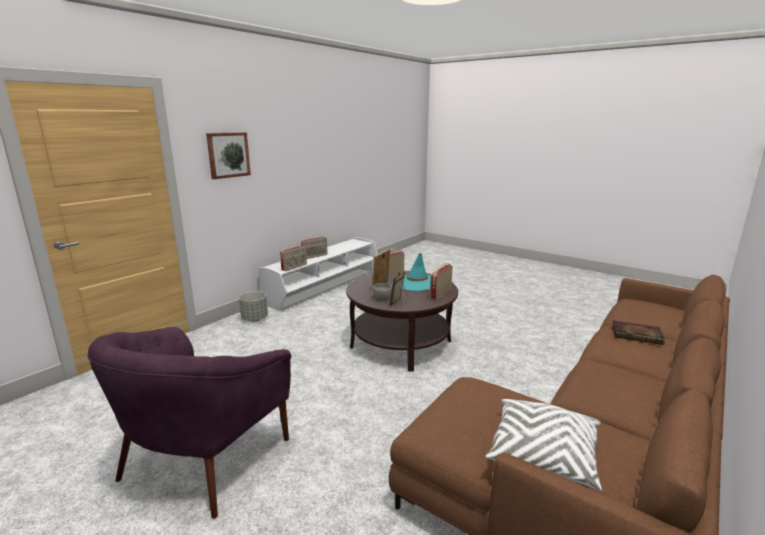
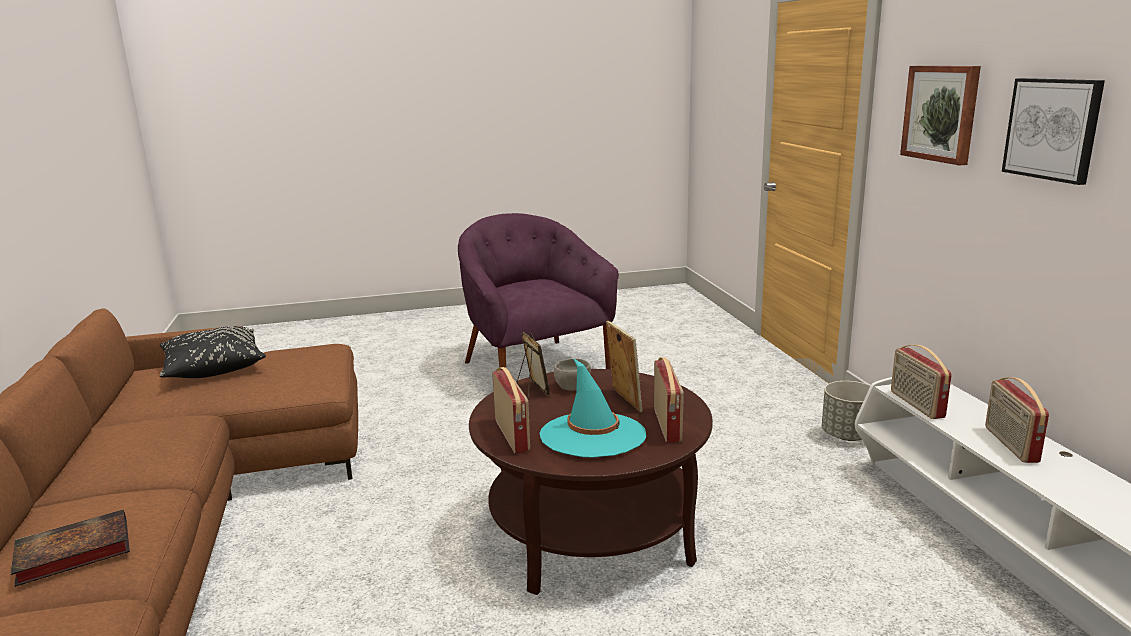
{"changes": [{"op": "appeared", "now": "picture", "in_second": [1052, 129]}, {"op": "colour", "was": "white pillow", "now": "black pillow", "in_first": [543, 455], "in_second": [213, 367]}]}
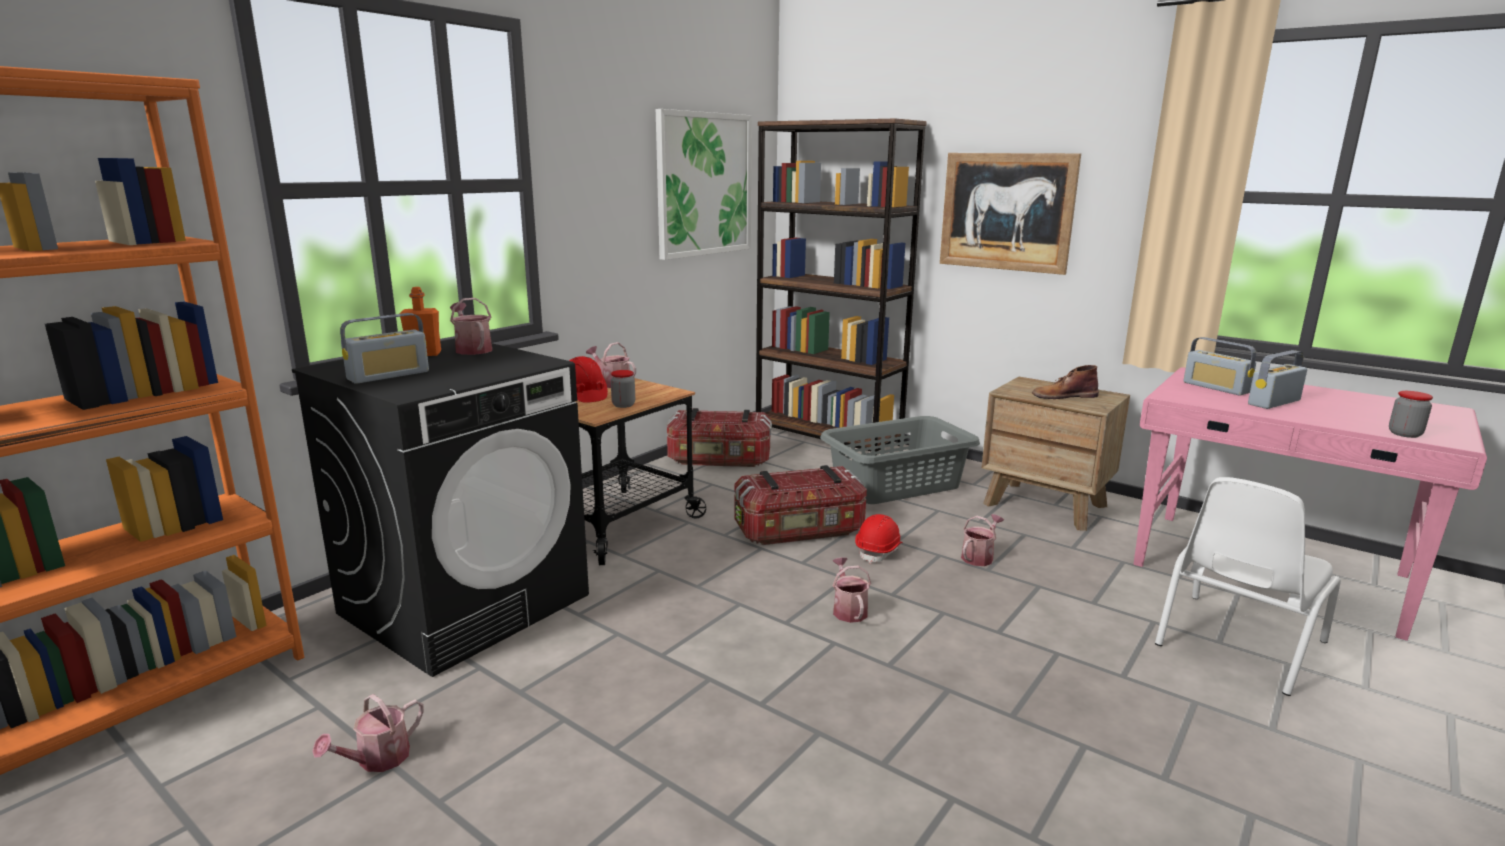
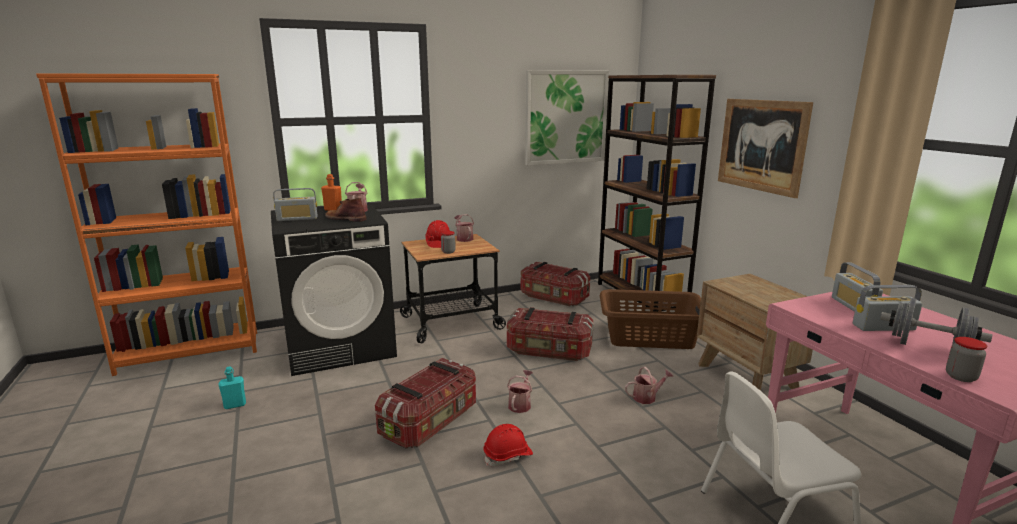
{"changes": [{"op": "appeared", "now": "storage box", "in_second": [431, 422]}, {"op": "appeared", "now": "grey dumbbell", "in_second": [928, 348]}, {"op": "relocated", "was": "red hard hat", "in_first": [879, 551], "in_second": [508, 456]}, {"op": "relocated", "was": "brown boot", "in_first": [1063, 396], "in_second": [346, 218]}, {"op": "exchanged", "was": "watering can", "now": "turquoise bottle", "in_first": [377, 760], "in_second": [235, 405]}, {"op": "colour", "was": "grey laundry basket", "now": "brown laundry basket", "in_first": [895, 484], "in_second": [649, 336]}]}
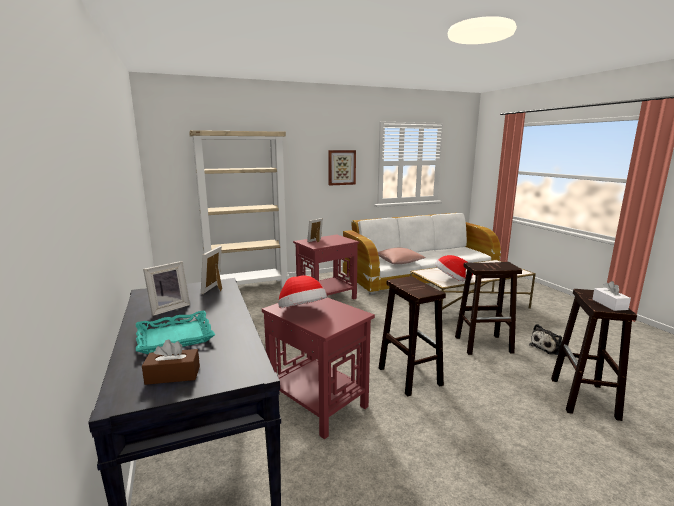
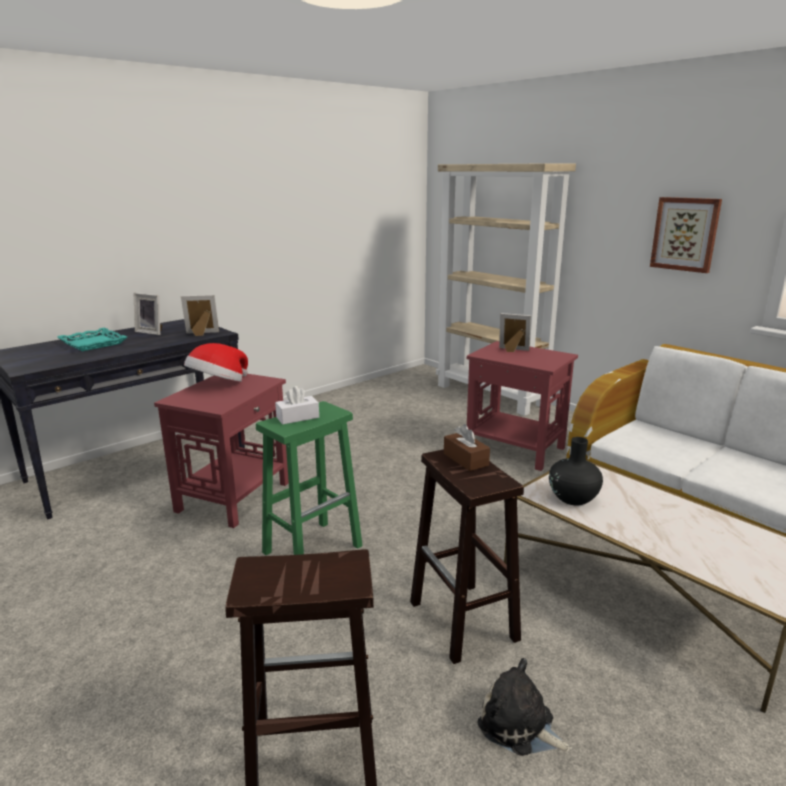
{"changes": [{"op": "missing", "was": "pink pillow", "in_first": [398, 262]}, {"op": "relocated", "was": "brown tissue box", "in_first": [173, 375], "in_second": [465, 459]}, {"op": "relocated", "was": "white tissue box", "in_first": [609, 304], "in_second": [297, 417]}, {"op": "exchanged", "was": "hat", "now": "black vase", "in_first": [451, 279], "in_second": [573, 498]}, {"op": "colour", "was": "brown stool", "now": "green stool", "in_first": [408, 376], "in_second": [313, 548]}]}
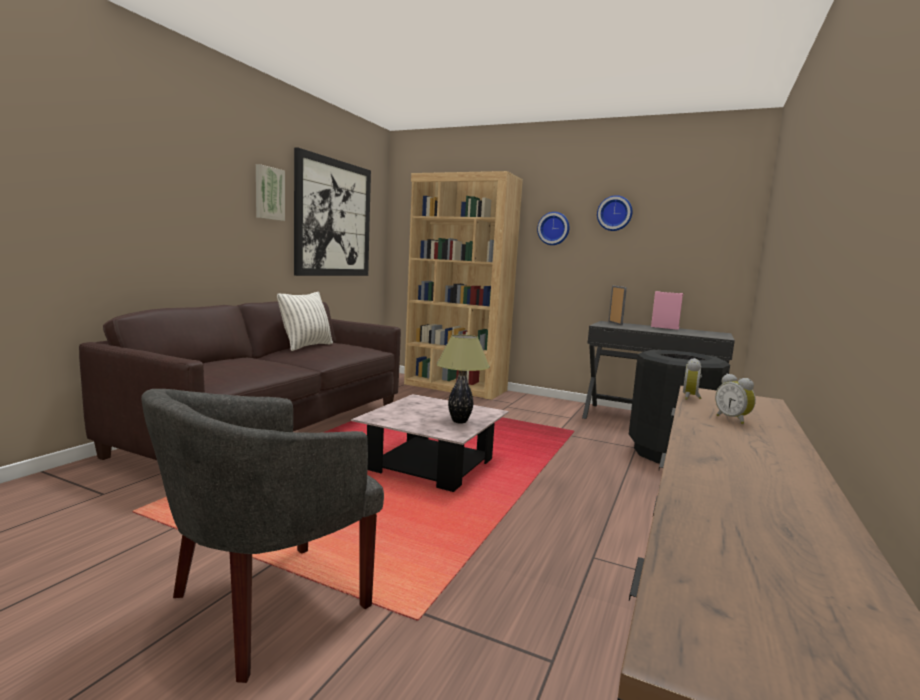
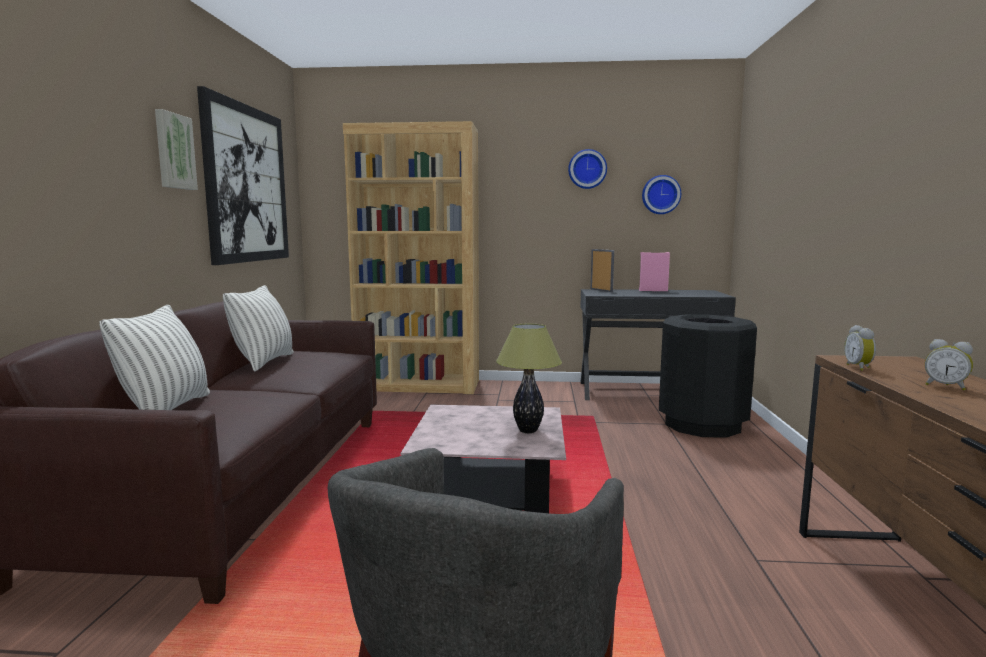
{"changes": [{"op": "appeared", "now": "pillow", "in_second": [166, 409]}, {"op": "relocated", "was": "wall clock", "in_first": [554, 228], "in_second": [660, 194]}]}
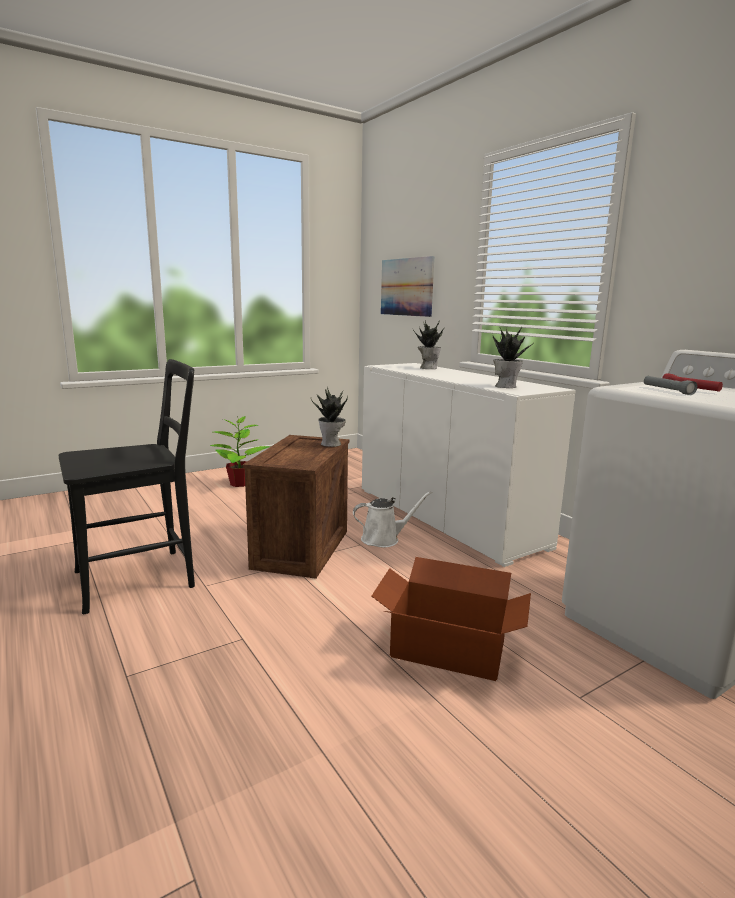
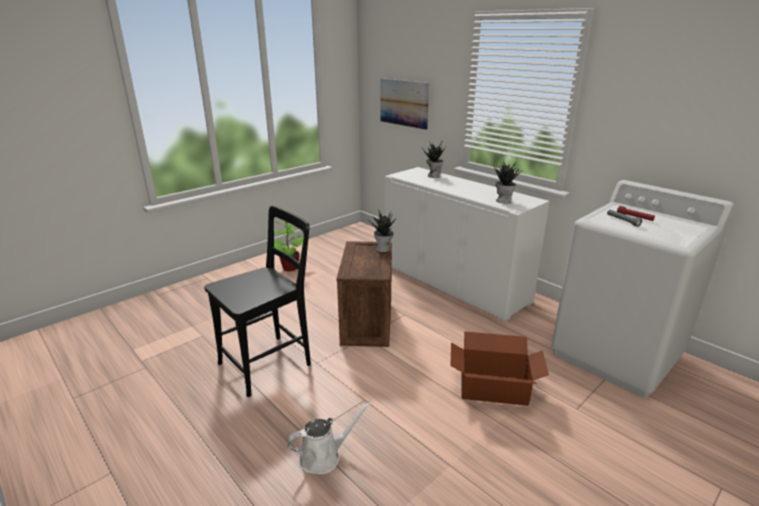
{"changes": [{"op": "relocated", "was": "white watering can", "in_first": [384, 539], "in_second": [324, 456]}]}
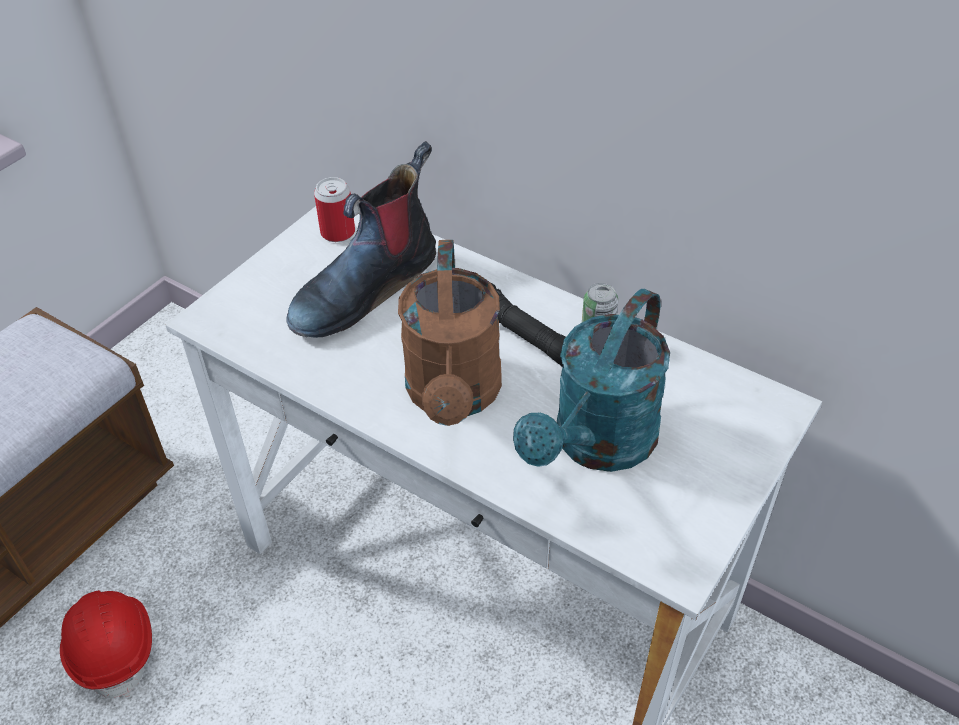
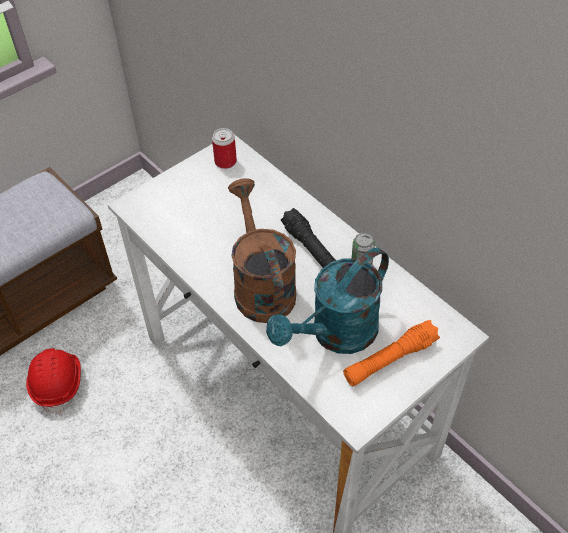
{"changes": [{"op": "missing", "was": "boot", "in_first": [365, 287]}, {"op": "appeared", "now": "orange flashlight", "in_second": [390, 360]}, {"op": "spun", "was": "brown watering can", "in_first": [454, 396], "in_second": [261, 285], "clockwise": 150}]}
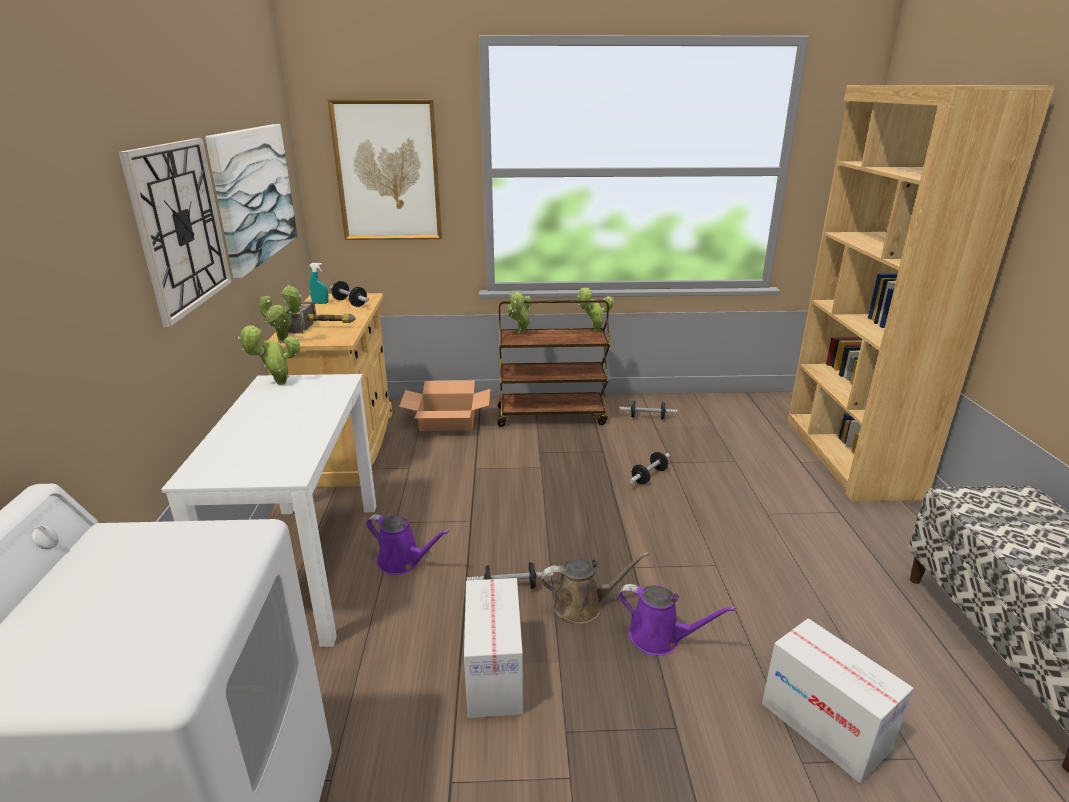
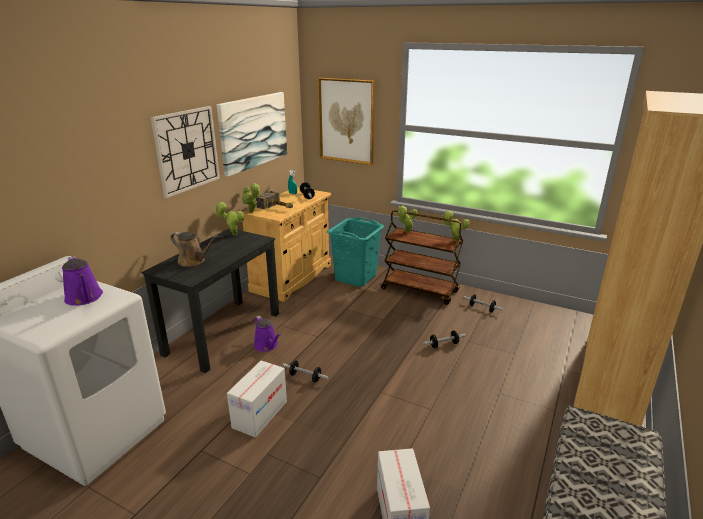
{"changes": [{"op": "relocated", "was": "brown watering can", "in_first": [582, 606], "in_second": [193, 261]}, {"op": "relocated", "was": "purple watering can", "in_first": [660, 637], "in_second": [84, 298]}, {"op": "exchanged", "was": "cardboard box", "now": "turquoise laundry basket", "in_first": [447, 421], "in_second": [356, 277]}, {"op": "colour", "was": "white desk", "now": "black desk", "in_first": [305, 567], "in_second": [224, 333]}]}
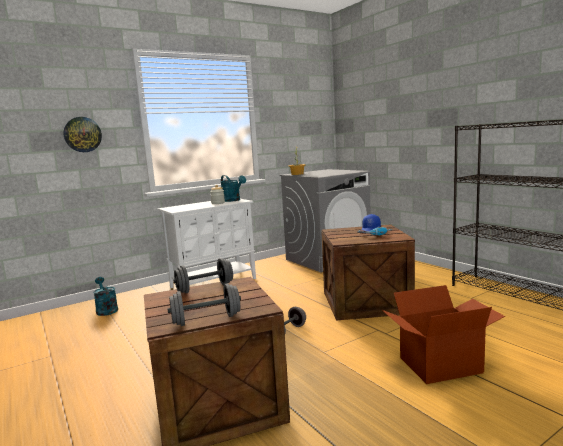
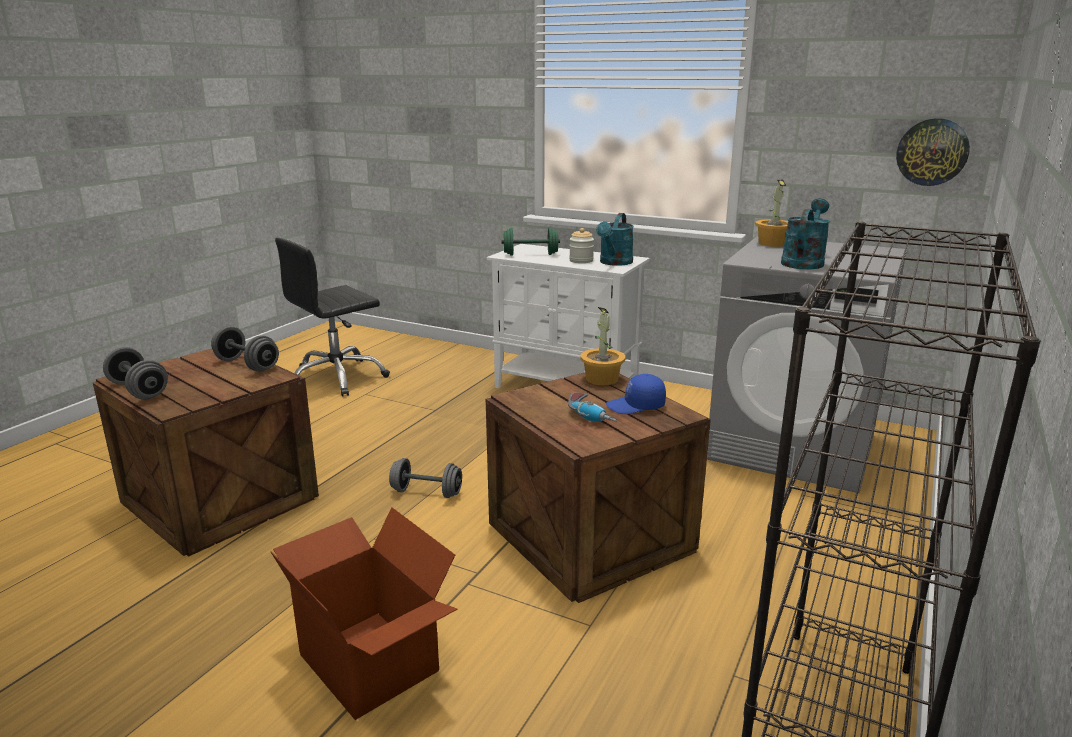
{"changes": [{"op": "appeared", "now": "black office chair", "in_second": [337, 378]}, {"op": "appeared", "now": "green dumbbell", "in_second": [530, 254]}, {"op": "appeared", "now": "potted plant", "in_second": [601, 379]}, {"op": "relocated", "was": "wall clock", "in_first": [82, 134], "in_second": [932, 152]}, {"op": "relocated", "was": "turquoise watering can", "in_first": [106, 310], "in_second": [803, 262]}]}
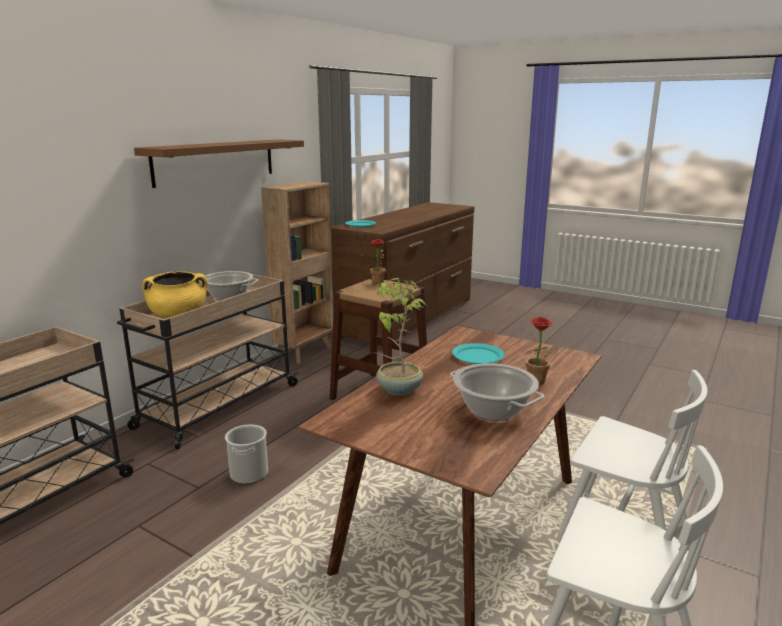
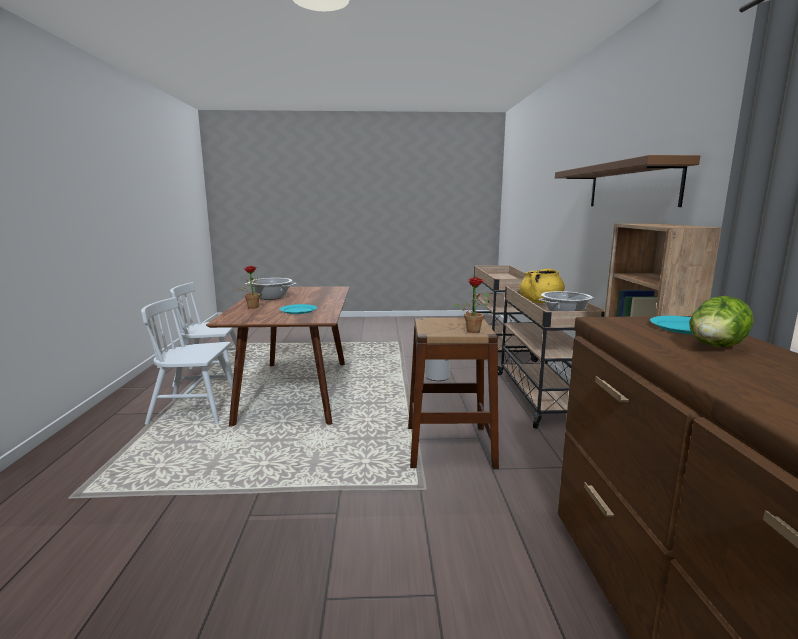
{"changes": [{"op": "missing", "was": "potted plant", "in_first": [398, 389]}, {"op": "appeared", "now": "lettuce", "in_second": [715, 348]}]}
